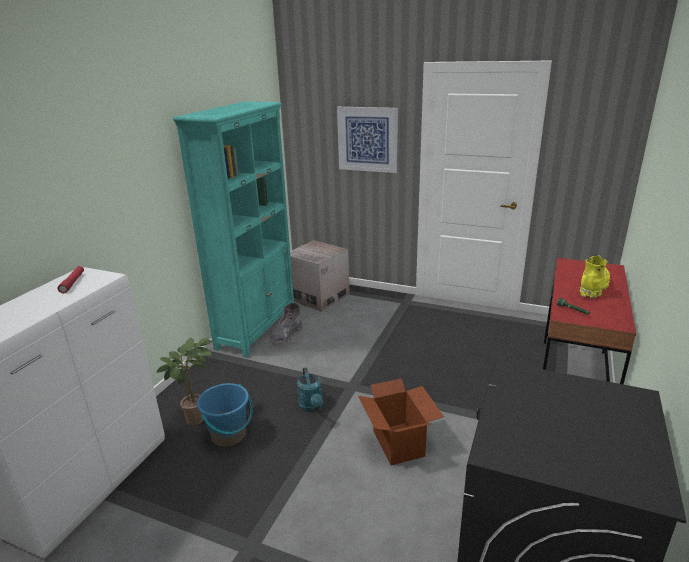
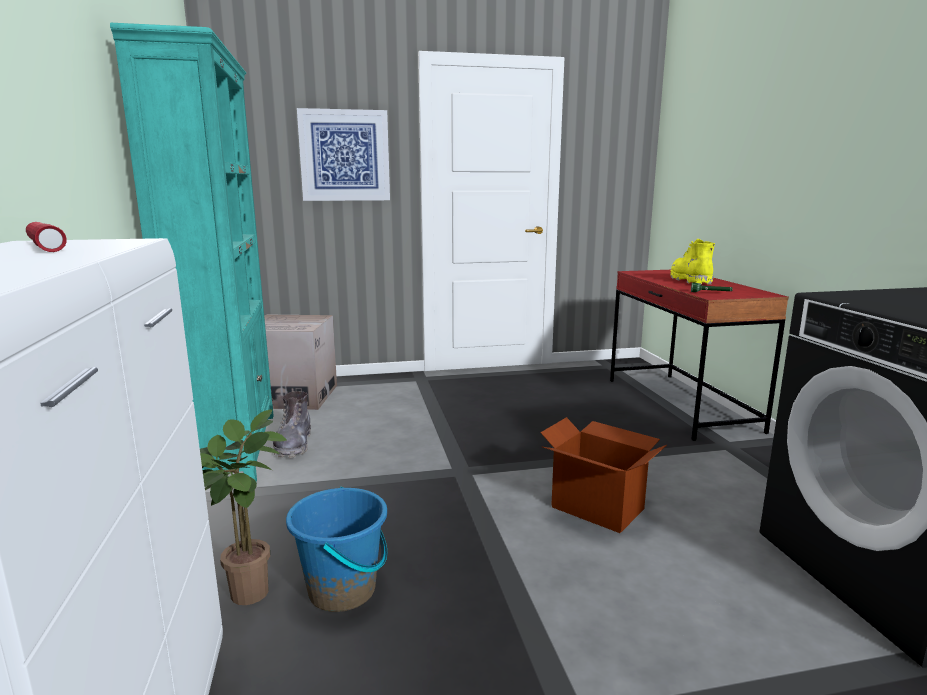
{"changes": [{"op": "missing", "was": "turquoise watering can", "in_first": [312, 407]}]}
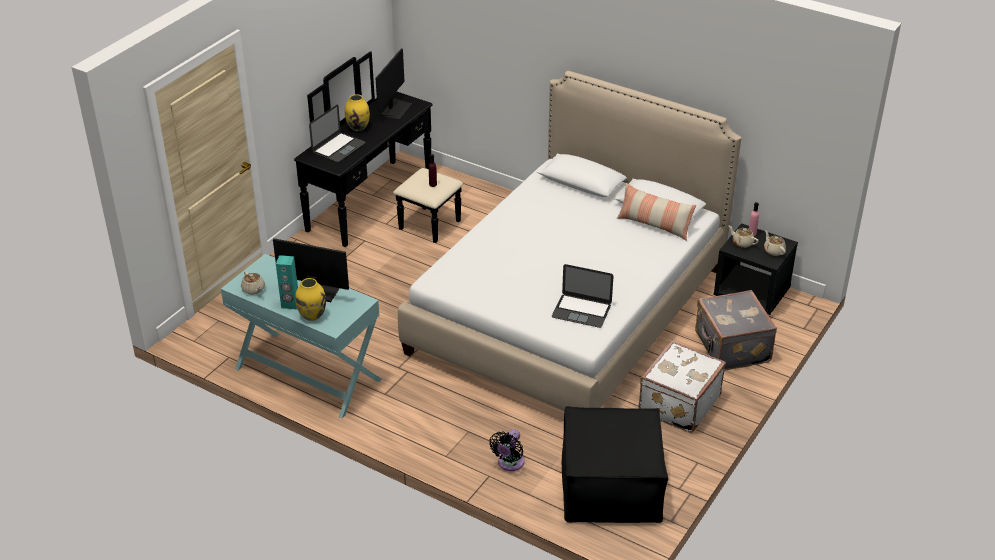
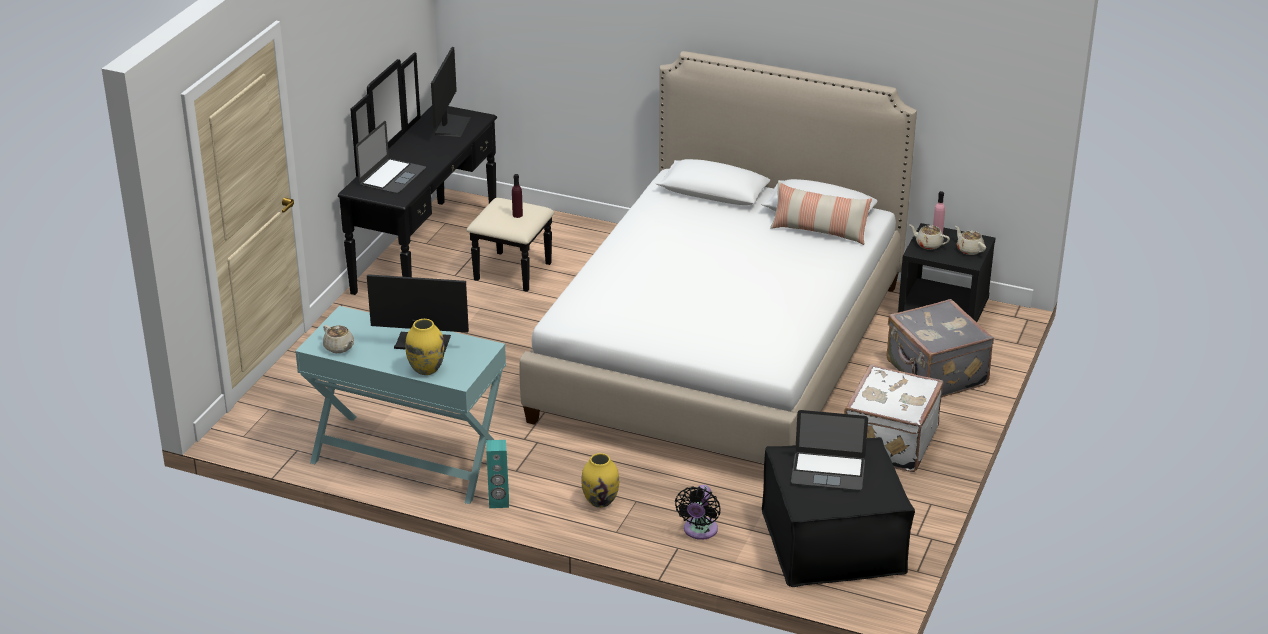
{"changes": [{"op": "relocated", "was": "turquoise speaker", "in_first": [290, 304], "in_second": [499, 502]}, {"op": "relocated", "was": "yellow vase", "in_first": [358, 127], "in_second": [600, 501]}, {"op": "relocated", "was": "laptop", "in_first": [581, 311], "in_second": [828, 471]}]}
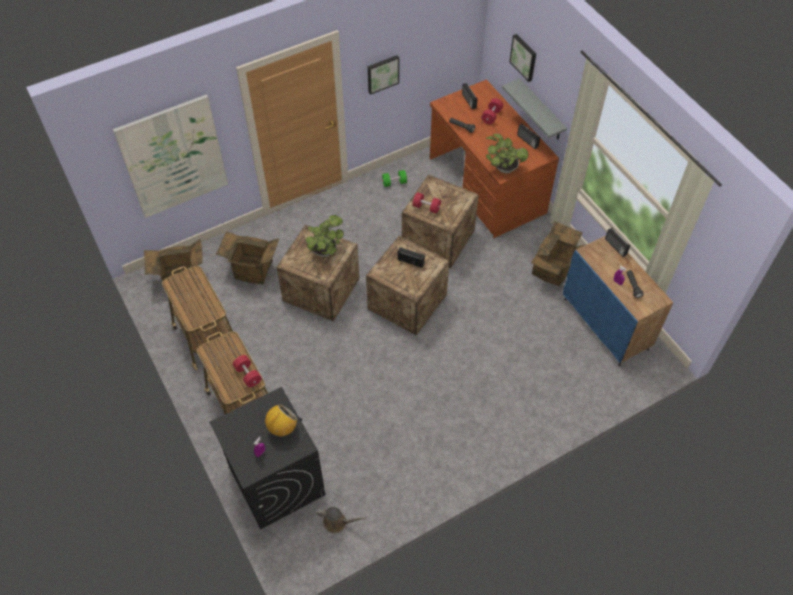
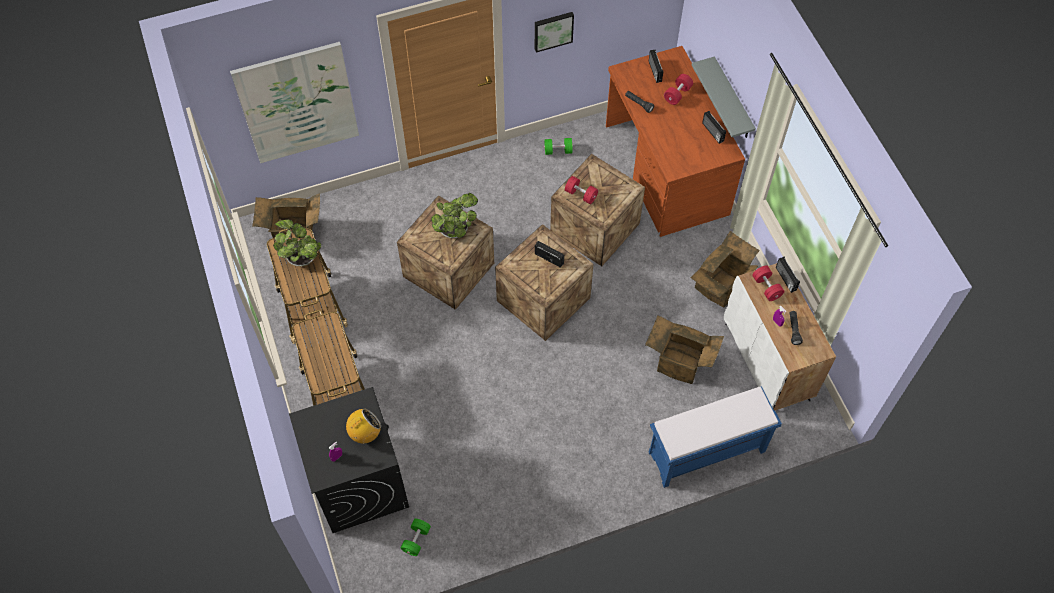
{"changes": [{"op": "missing", "was": "picture", "in_first": [524, 57]}, {"op": "appeared", "now": "blue bench", "in_second": [705, 453]}, {"op": "relocated", "was": "cardboard box", "in_first": [252, 271], "in_second": [678, 364]}, {"op": "relocated", "was": "red dumbbell", "in_first": [248, 375], "in_second": [766, 287]}, {"op": "relocated", "was": "potted plant", "in_first": [503, 168], "in_second": [301, 257]}, {"op": "exchanged", "was": "brown watering can", "now": "green dumbbell", "in_first": [337, 522], "in_second": [416, 540]}, {"op": "colour", "was": "blue cabinet", "now": "white cabinet", "in_first": [606, 324], "in_second": [767, 362]}]}
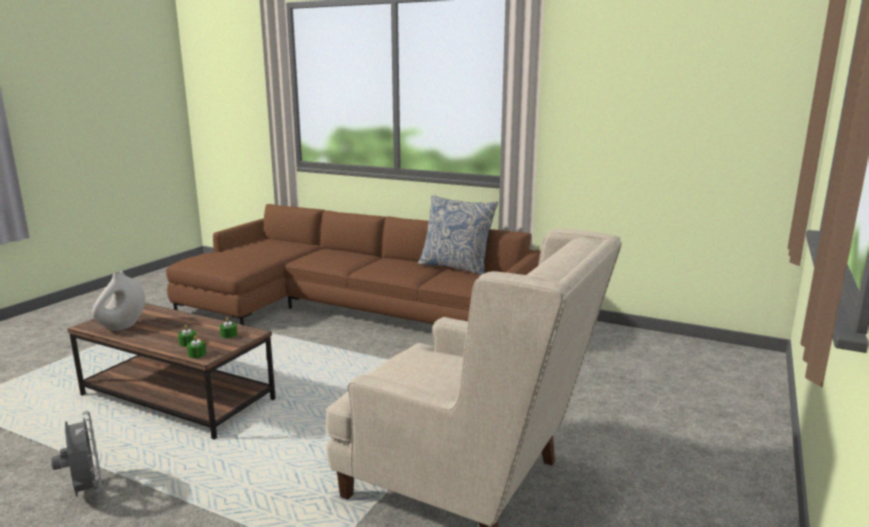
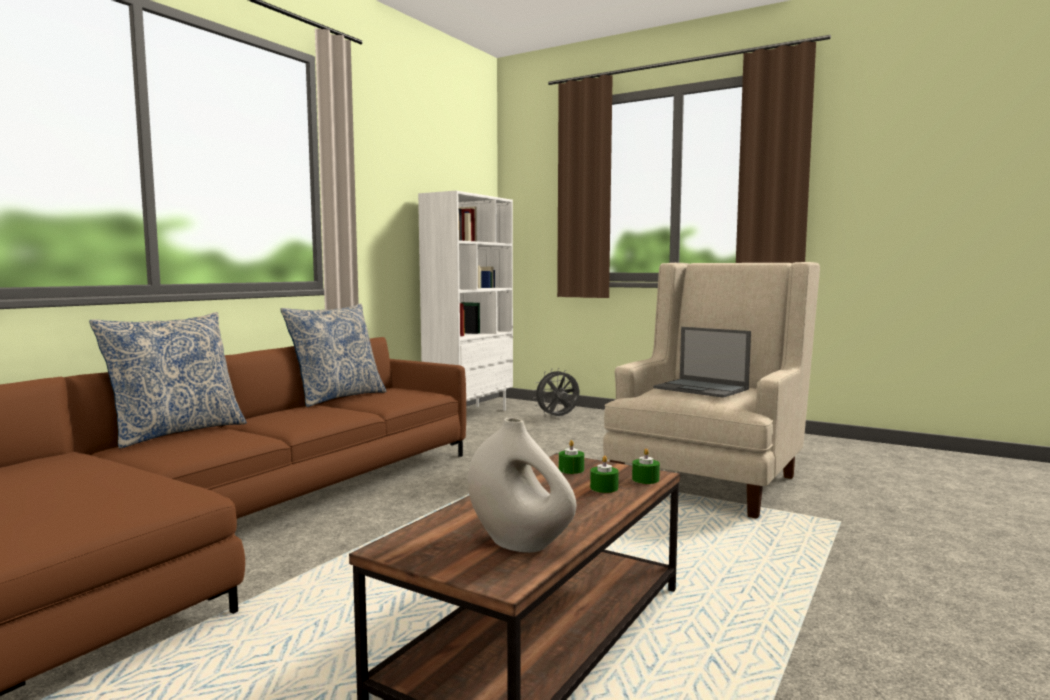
{"changes": [{"op": "appeared", "now": "pillow", "in_second": [176, 432]}, {"op": "appeared", "now": "white bookcase", "in_second": [469, 414]}, {"op": "appeared", "now": "laptop", "in_second": [702, 389]}, {"op": "relocated", "was": "grey fan", "in_first": [87, 492], "in_second": [557, 417]}]}
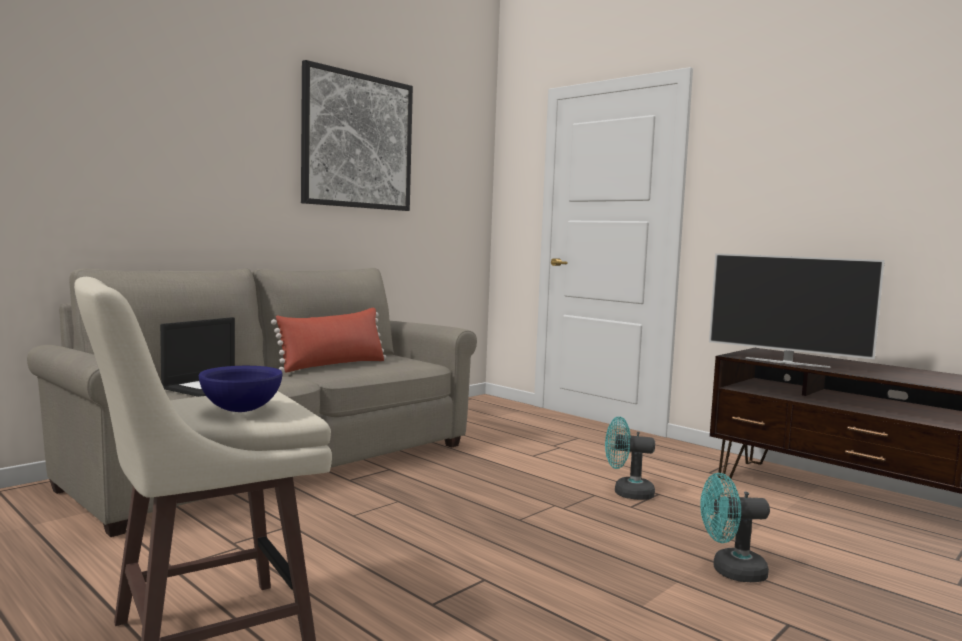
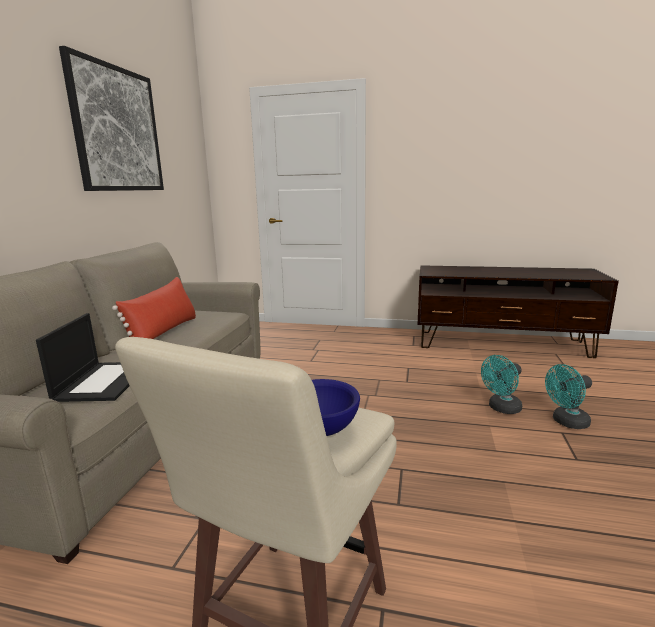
{"changes": [{"op": "missing", "was": "television", "in_first": [787, 362]}, {"op": "relocated", "was": "turquoise fan", "in_first": [626, 493], "in_second": [566, 422]}]}
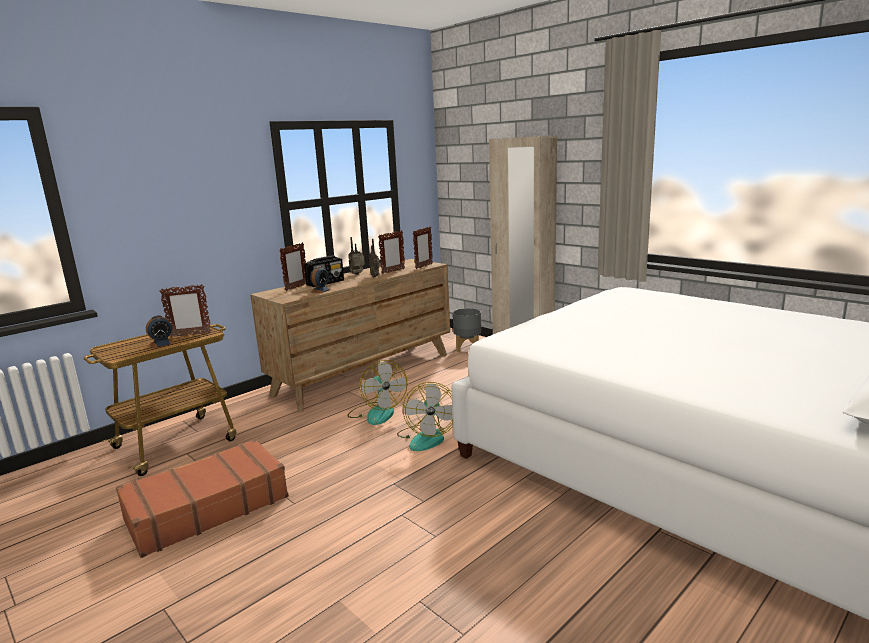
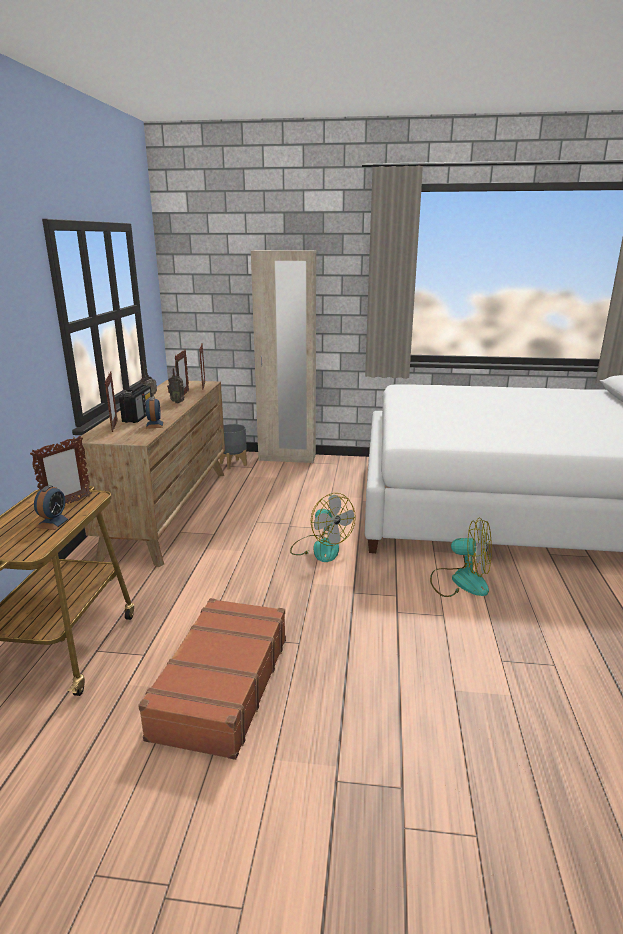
{"changes": [{"op": "relocated", "was": "fan", "in_first": [377, 413], "in_second": [460, 581]}]}
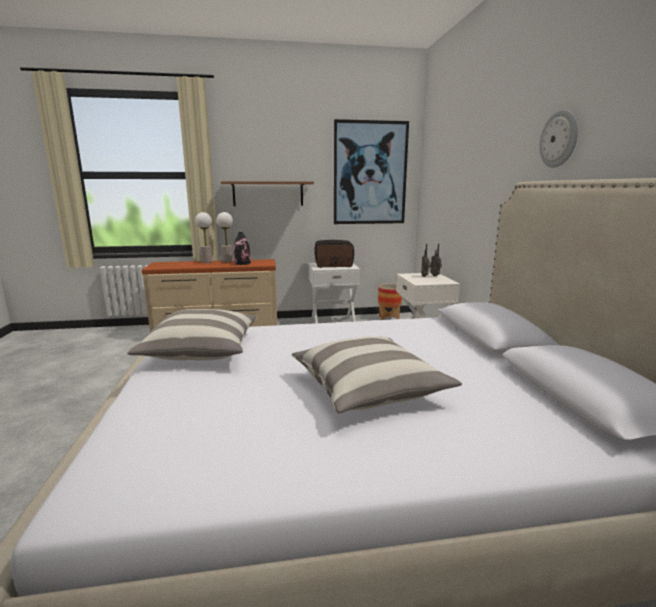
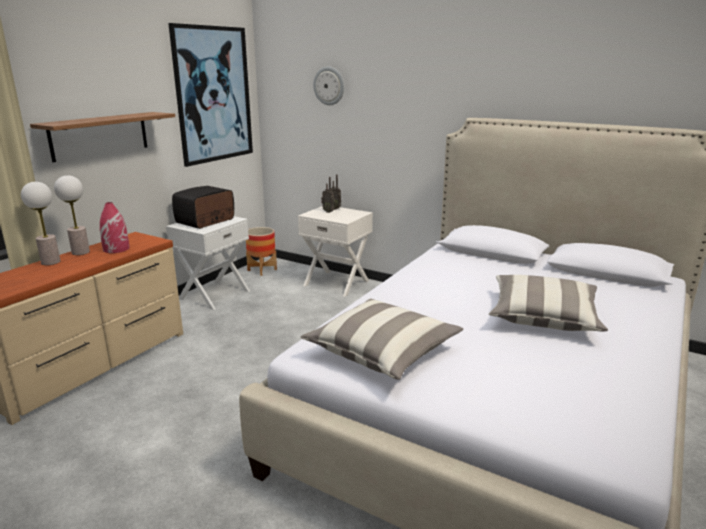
{"changes": [{"op": "relocated", "was": "wall clock", "in_first": [559, 139], "in_second": [329, 86]}, {"op": "colour", "was": "black vase", "now": "red vase", "in_first": [242, 263], "in_second": [116, 249]}]}
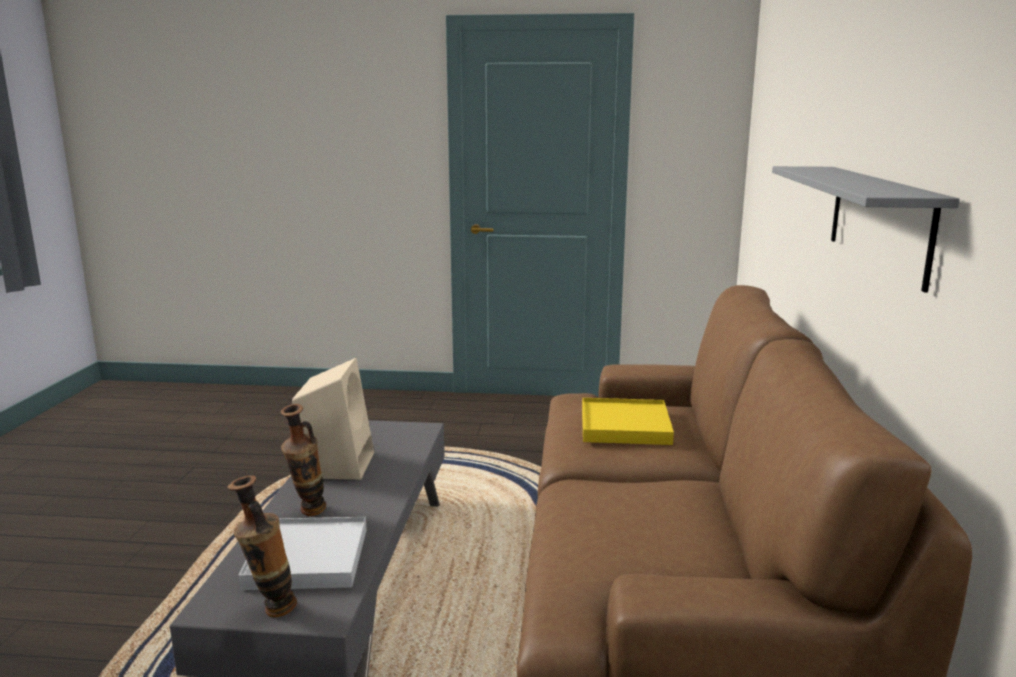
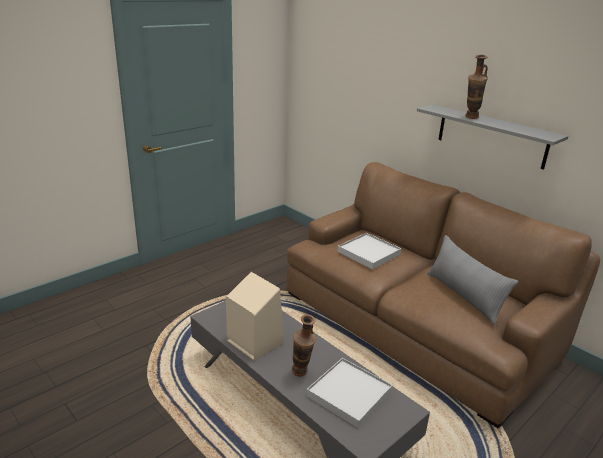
{"changes": [{"op": "appeared", "now": "grey pillow", "in_second": [464, 296]}, {"op": "relocated", "was": "vase", "in_first": [269, 610], "in_second": [470, 118]}, {"op": "colour", "was": "yellow tray", "now": "white tray", "in_first": [625, 426], "in_second": [369, 253]}]}
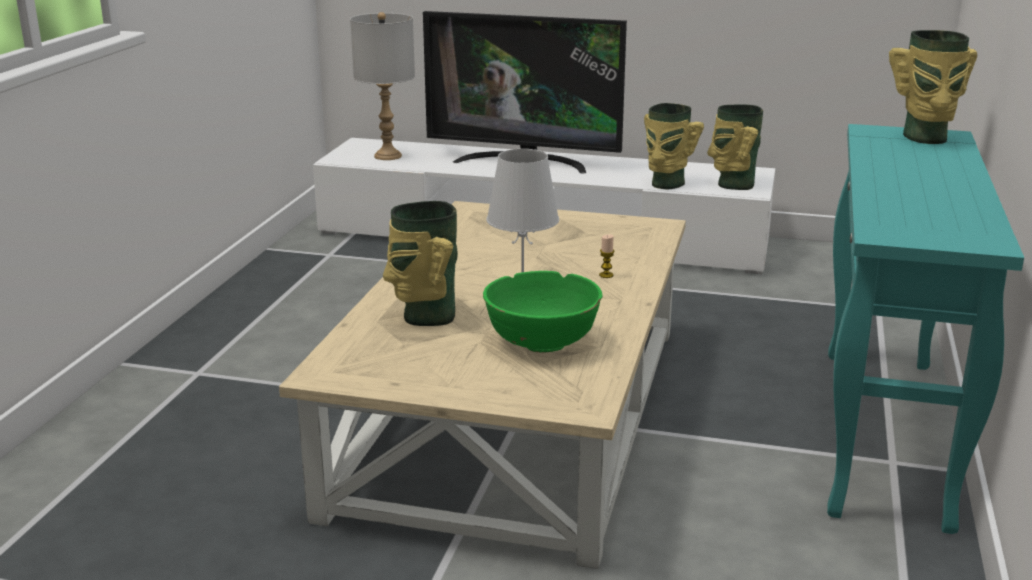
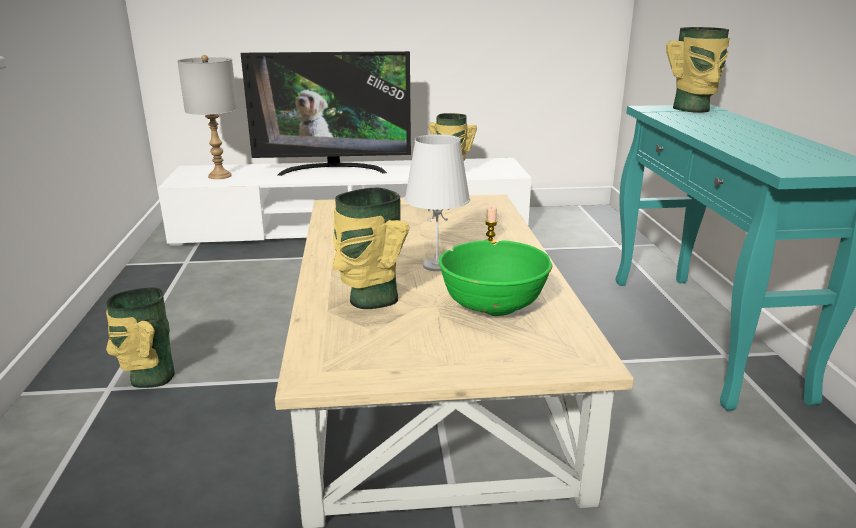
{"changes": [{"op": "relocated", "was": "vase", "in_first": [733, 184], "in_second": [149, 378]}]}
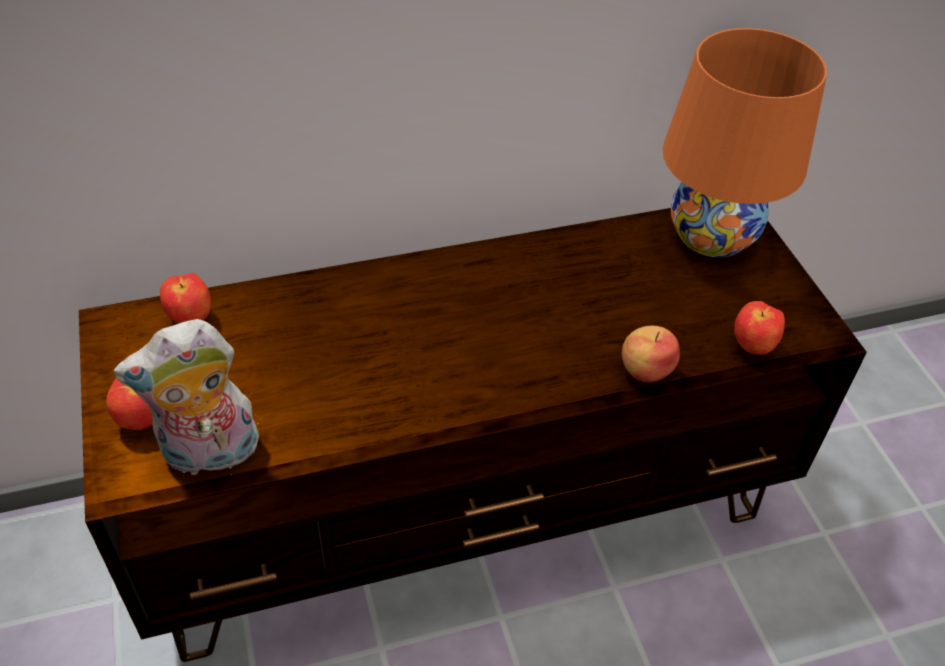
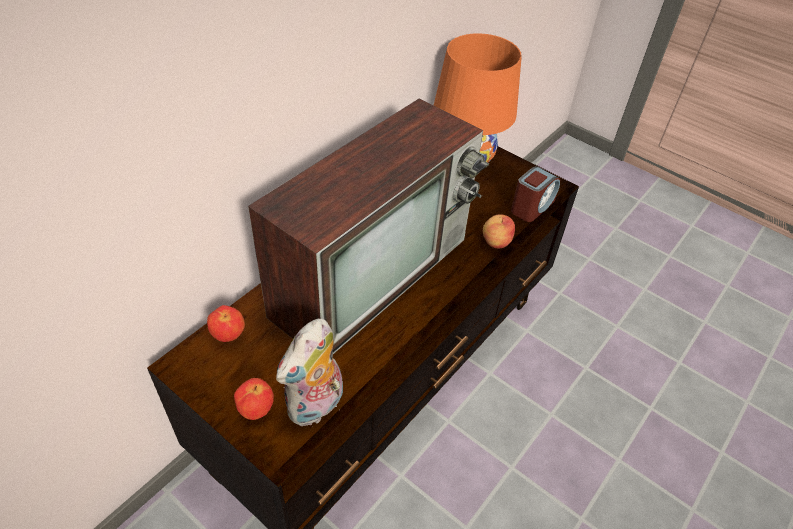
{"changes": [{"op": "appeared", "now": "television", "in_second": [373, 273]}, {"op": "exchanged", "was": "apple", "now": "alarm clock", "in_first": [752, 347], "in_second": [532, 207]}]}
